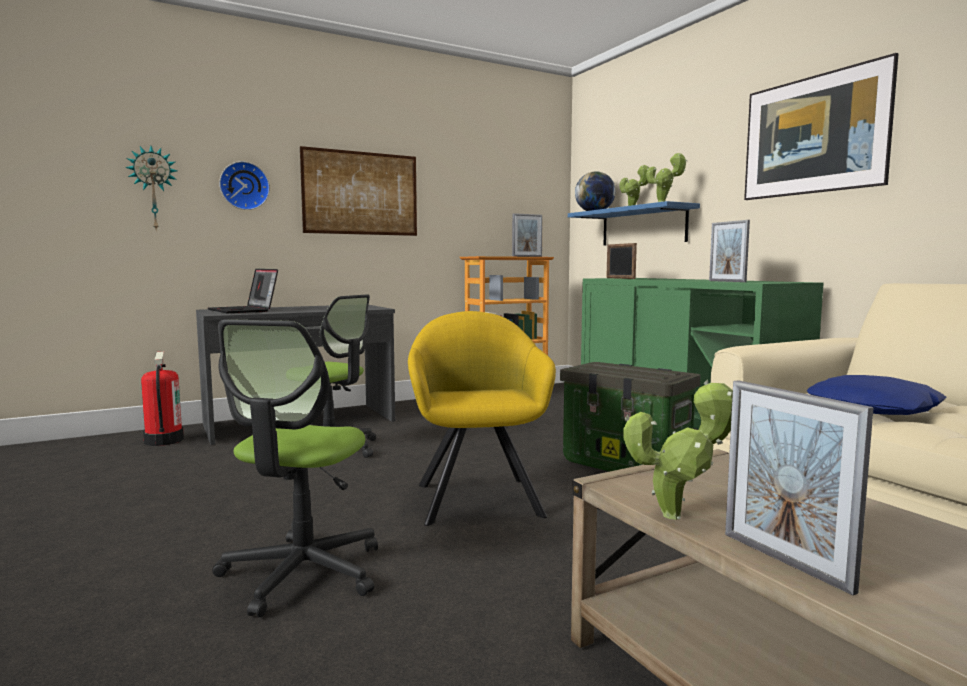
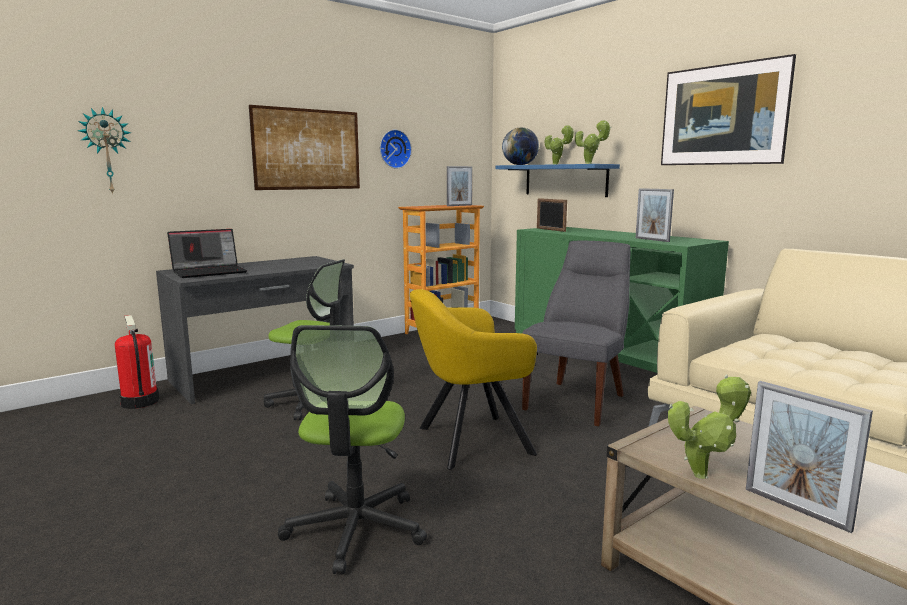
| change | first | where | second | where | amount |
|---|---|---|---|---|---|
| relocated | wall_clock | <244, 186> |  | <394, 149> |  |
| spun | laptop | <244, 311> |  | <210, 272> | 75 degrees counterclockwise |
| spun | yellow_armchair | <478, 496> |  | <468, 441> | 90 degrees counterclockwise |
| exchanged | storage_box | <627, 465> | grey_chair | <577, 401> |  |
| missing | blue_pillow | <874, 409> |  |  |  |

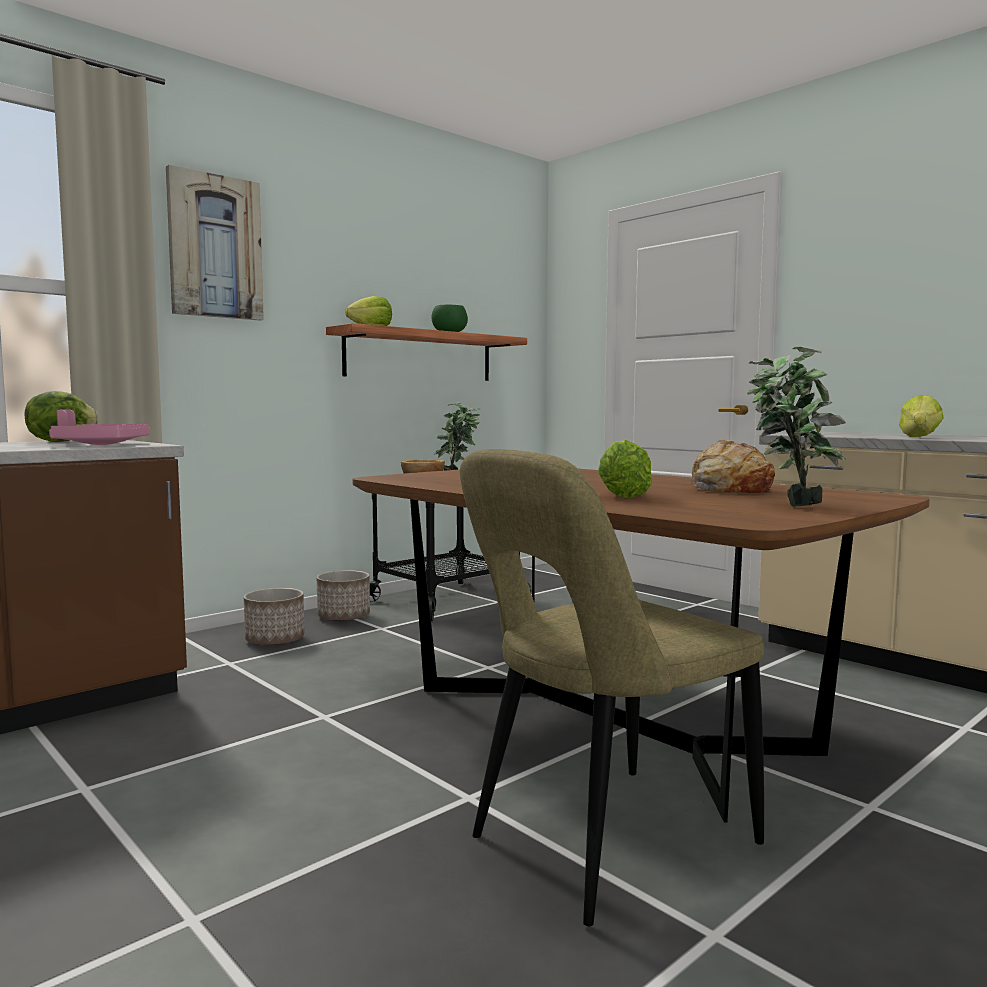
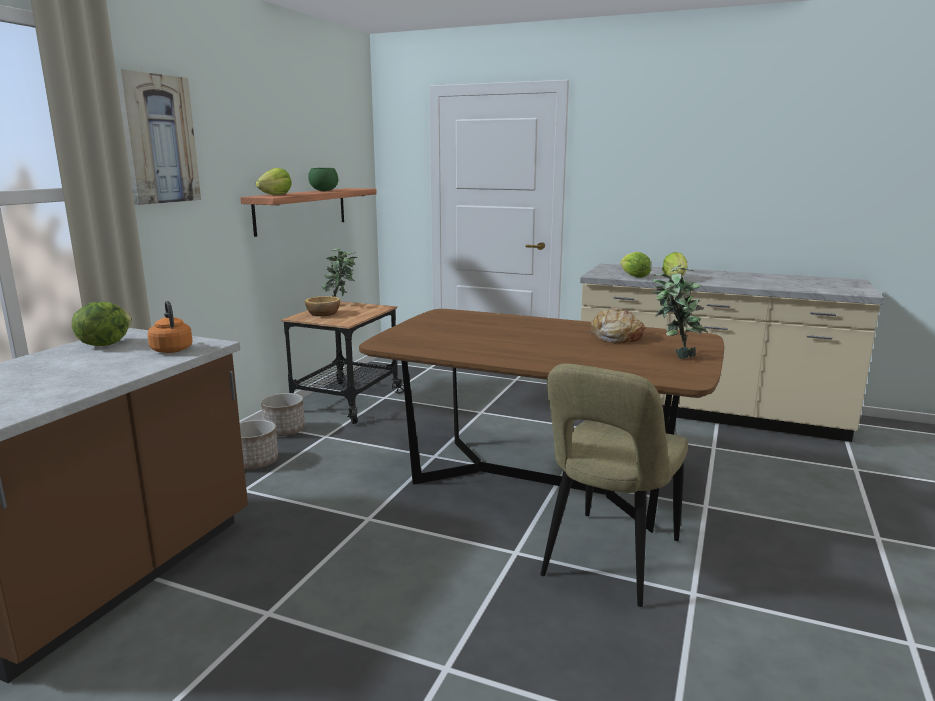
| change | first | where | second | where | amount |
|---|---|---|---|---|---|
| exchanged | pink_tray | <102, 444> | orange_kettle | <171, 349> |  |
| relocated | lettuce | <622, 496> |  | <633, 276> |  |

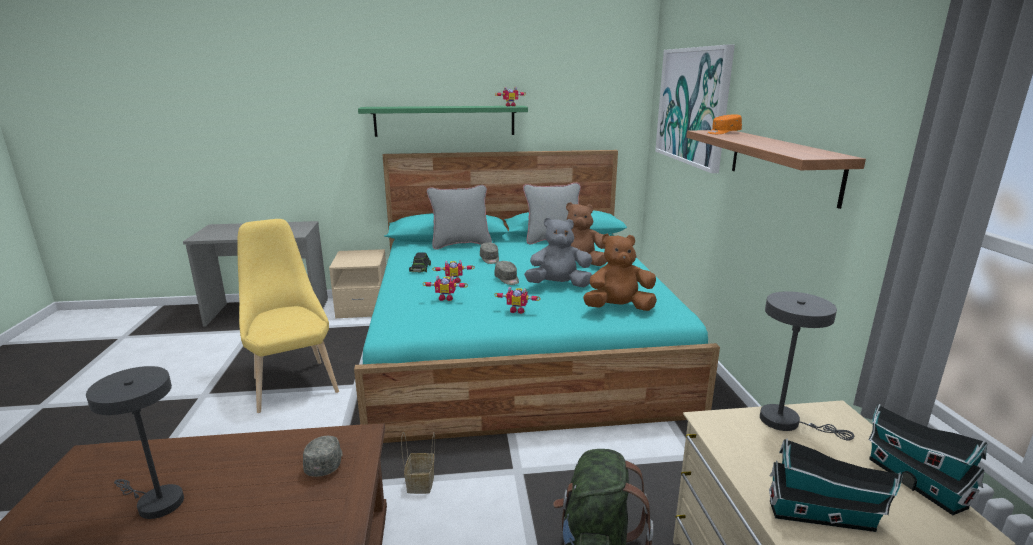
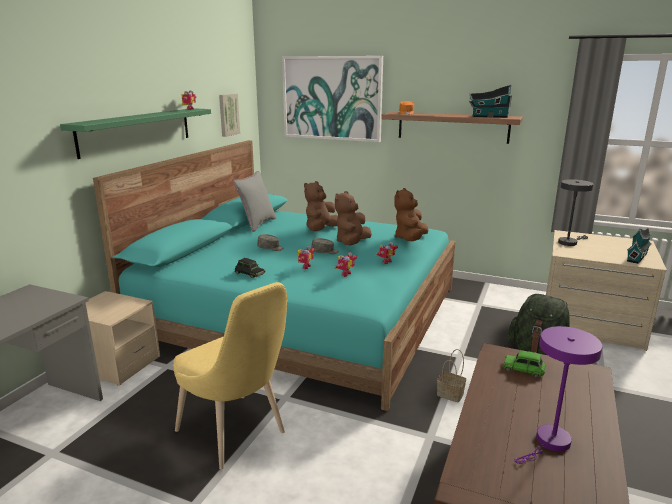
| change | first | where | second | where | amount |
|---|---|---|---|---|---|
| missing | grey_pillow | <460, 244> |  |  |  |
| colour | grey_plush_toy | <558, 285> | brown_plush_toy | <352, 243> |  |
| spun | yellow_chair | <292, 382> |  | <235, 434> | 135 degrees counterclockwise |
| colour | grey_table_lamp | <155, 502> | purple_table_lamp | <550, 443> |  |
| relocated | toy_house | <912, 480> |  | <488, 117> |  |
| exchanged | grey_cap | <325, 462> | green_toy_car | <523, 369> |  |
| appeared |  |  | picture | <228, 114> |  |

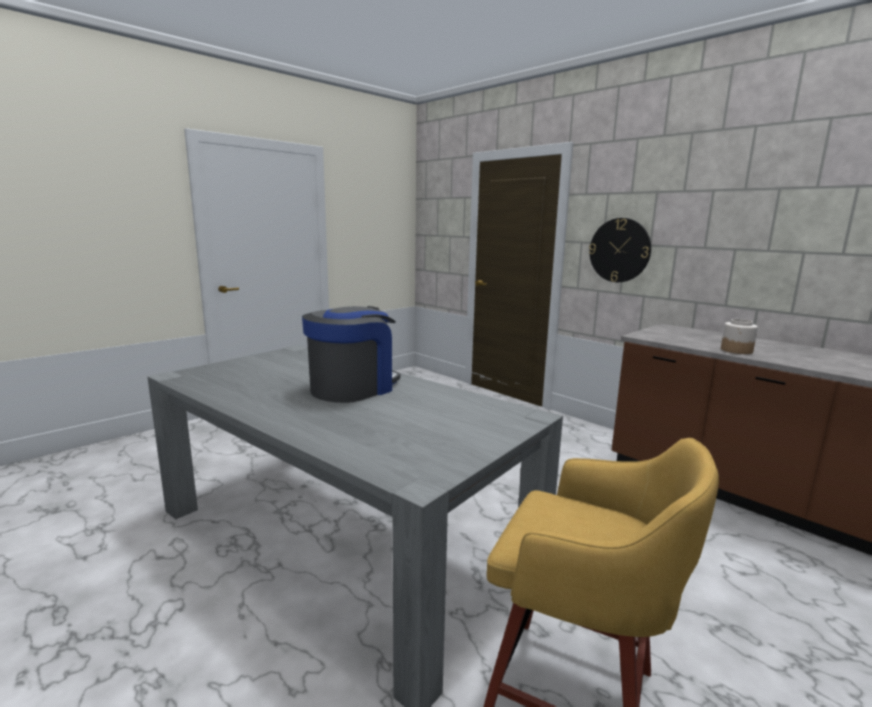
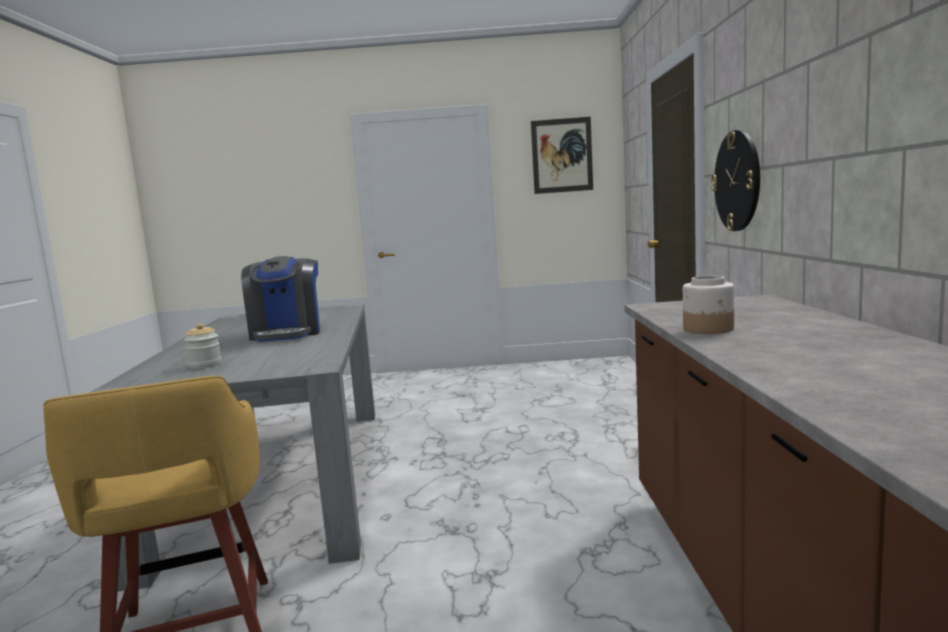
| change | first | where | second | where | amount |
|---|---|---|---|---|---|
| spun | coffee_machine | <353, 388> |  | <287, 333> | 90 degrees clockwise |
| appeared |  |  | picture | <562, 155> |  |
| appeared |  |  | jar | <205, 365> |  |

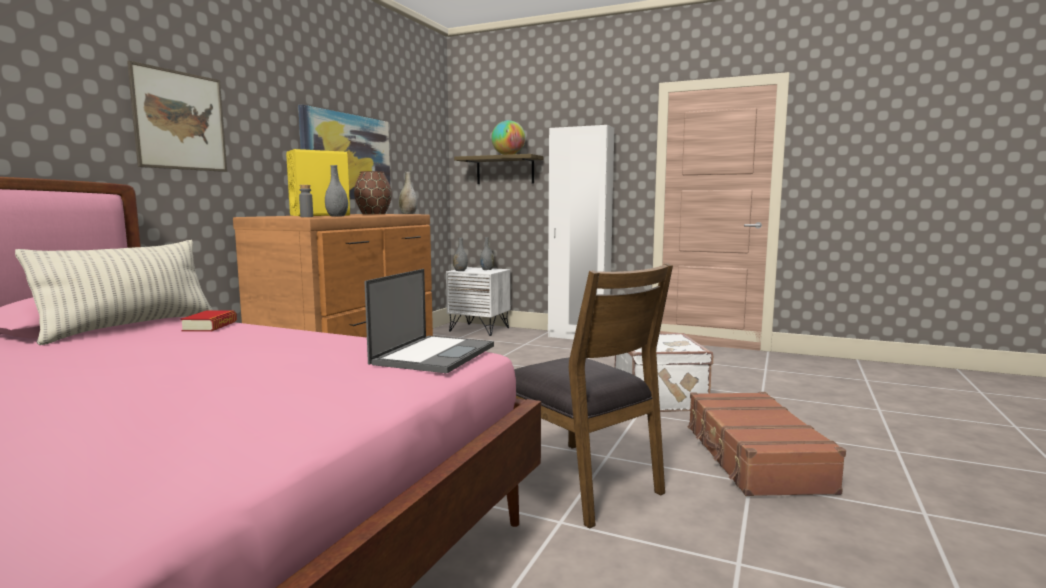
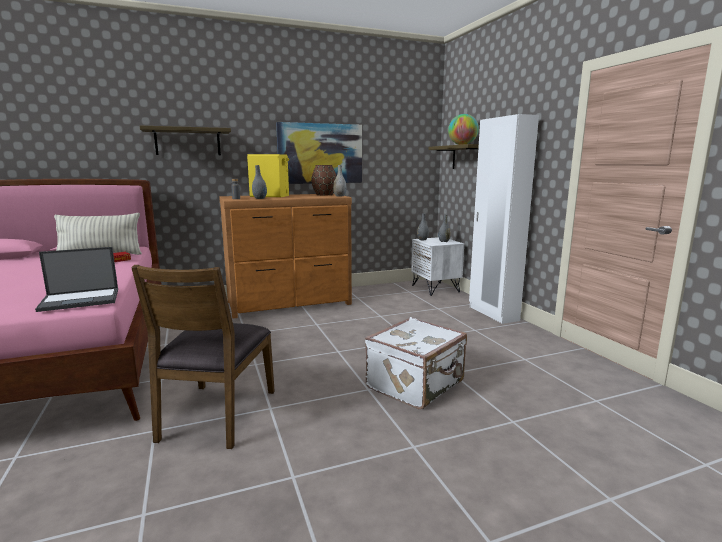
| change | first | where | second | where | amount |
|---|---|---|---|---|---|
| exchanged | picture | <180, 121> | shelf | <188, 142> |  |
| missing | brown_suitcase | <754, 458> |  |  |  |

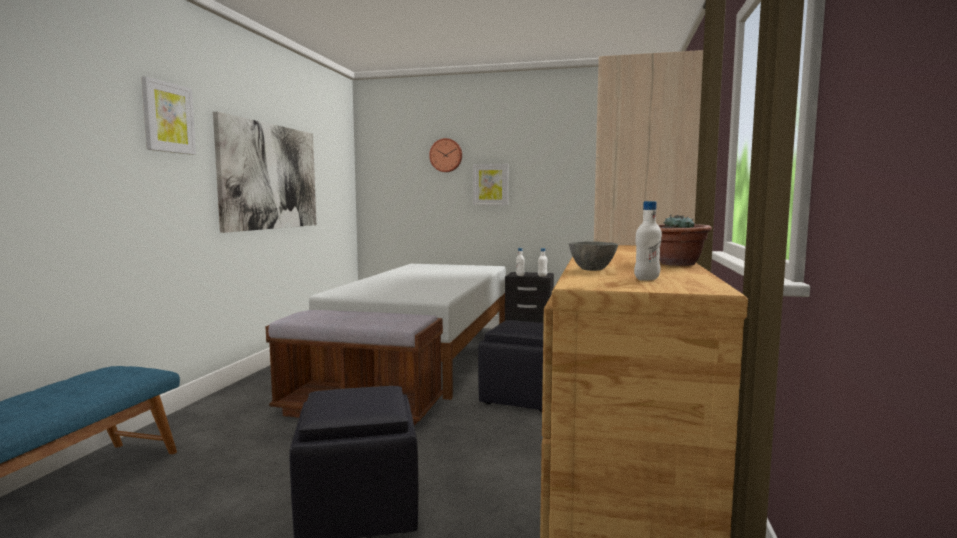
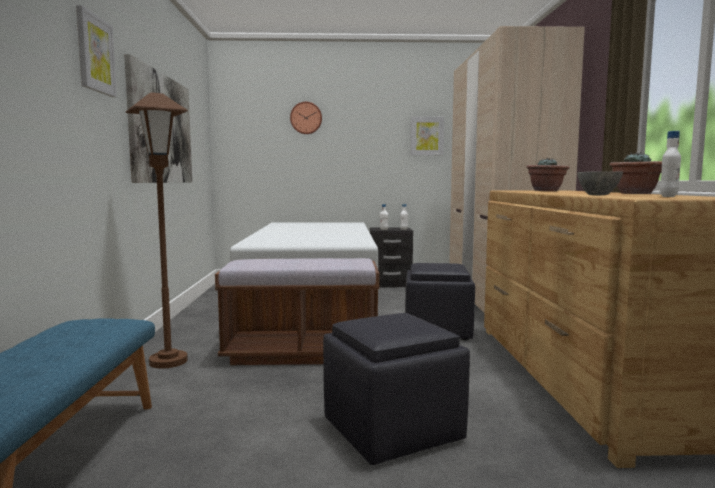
| change | first | where | second | where | amount |
|---|---|---|---|---|---|
| relocated | picture | <490, 184> |  | <426, 136> |  |
| appeared |  |  | brown_floor_lamp | <168, 361> |  |
| appeared |  |  | potted_plant | <546, 191> |  |

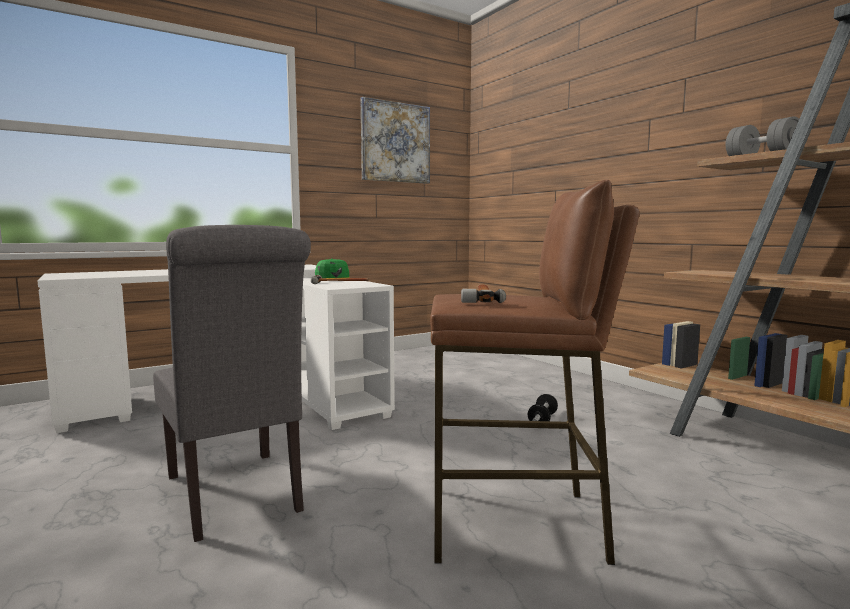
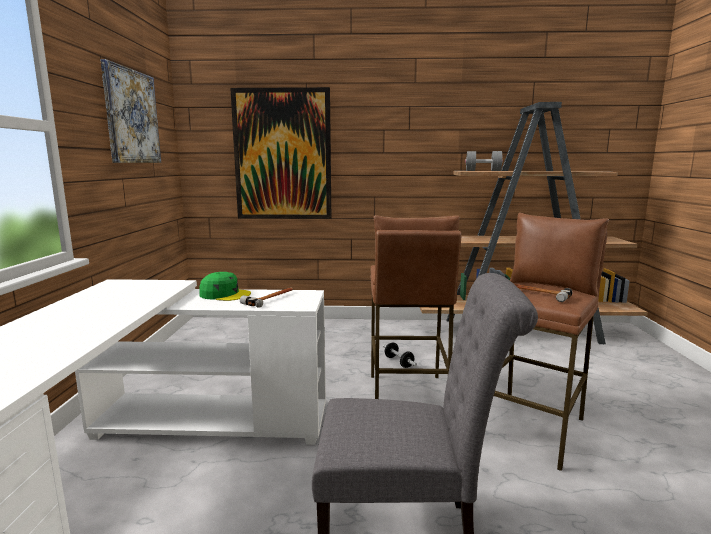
| change | first | where | second | where | amount |
|---|---|---|---|---|---|
| appeared |  |  | picture | <282, 155> |  |
| appeared |  |  | brown_stool | <407, 397> |  |

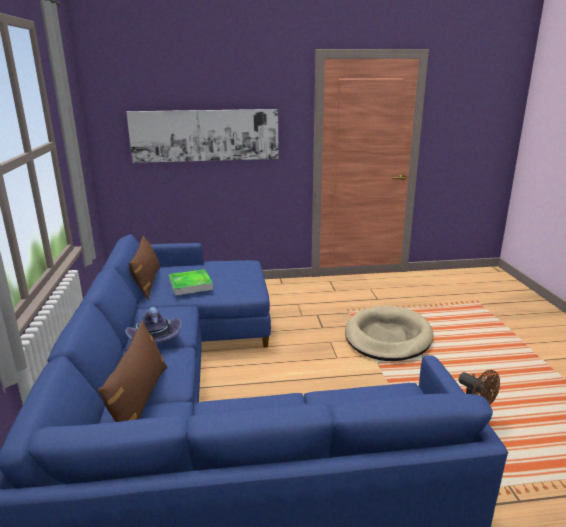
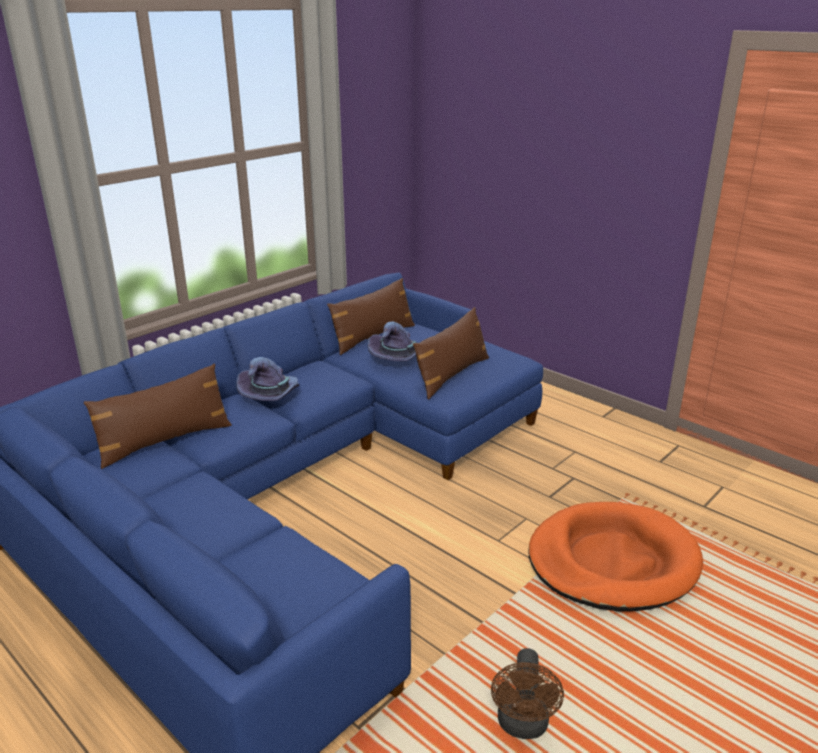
| change | first | where | second | where | amount |
|---|---|---|---|---|---|
| missing | picture | <205, 135> |  |  |  |
| exchanged | tray | <190, 285> | purple_hat | <398, 357> |  |
| colour | beige_dog_bed | <387, 337> | orange_dog_bed | <612, 561> |  |
| appeared |  |  | brown_pillow | <451, 375> |  |

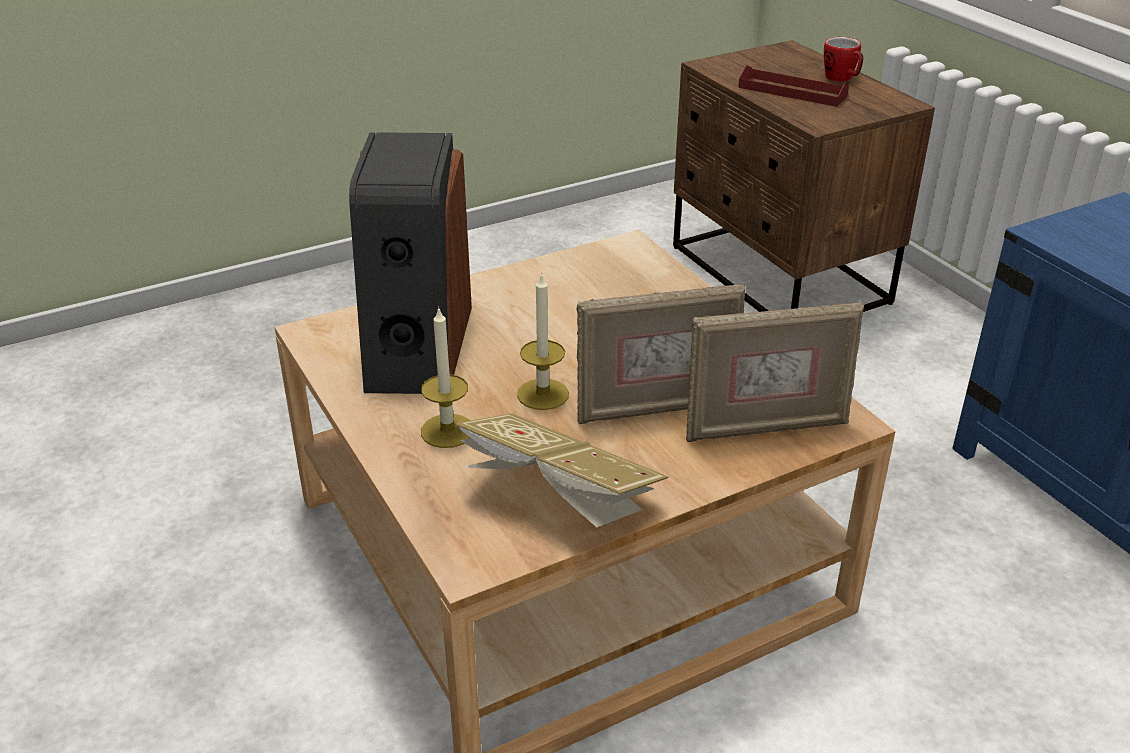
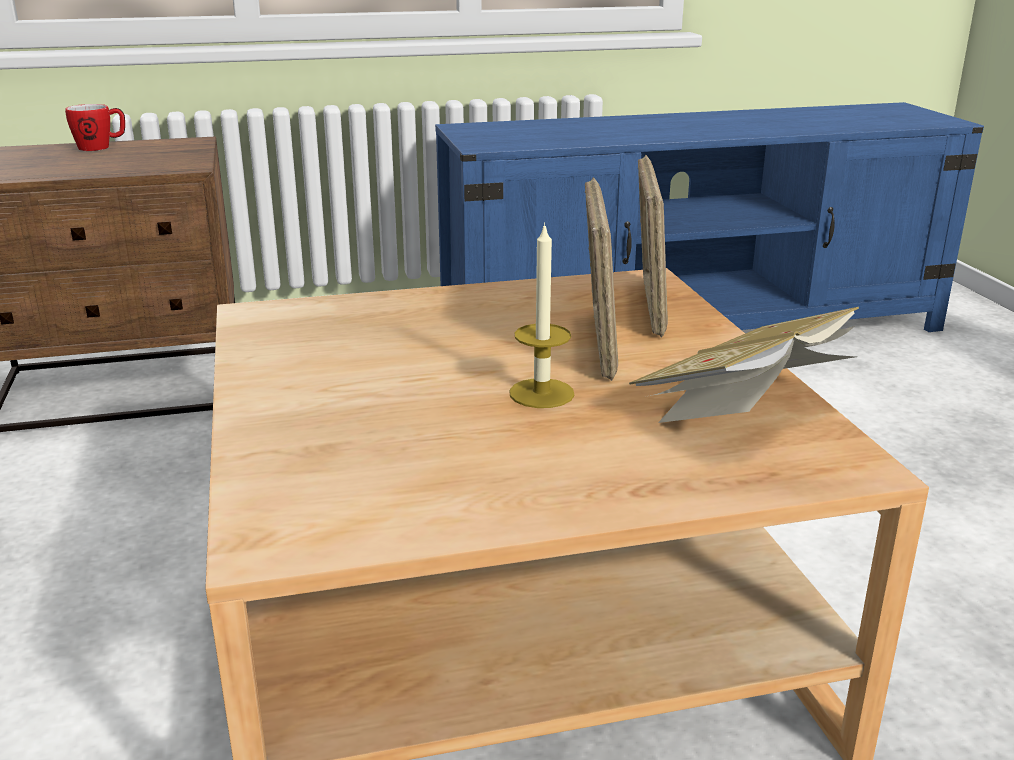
| change | first | where | second | where | amount |
|---|---|---|---|---|---|
| missing | red_tray | <792, 91> |  |  |  |
| missing | speaker | <416, 347> |  |  |  |
| missing | candle | <447, 431> |  |  |  |

